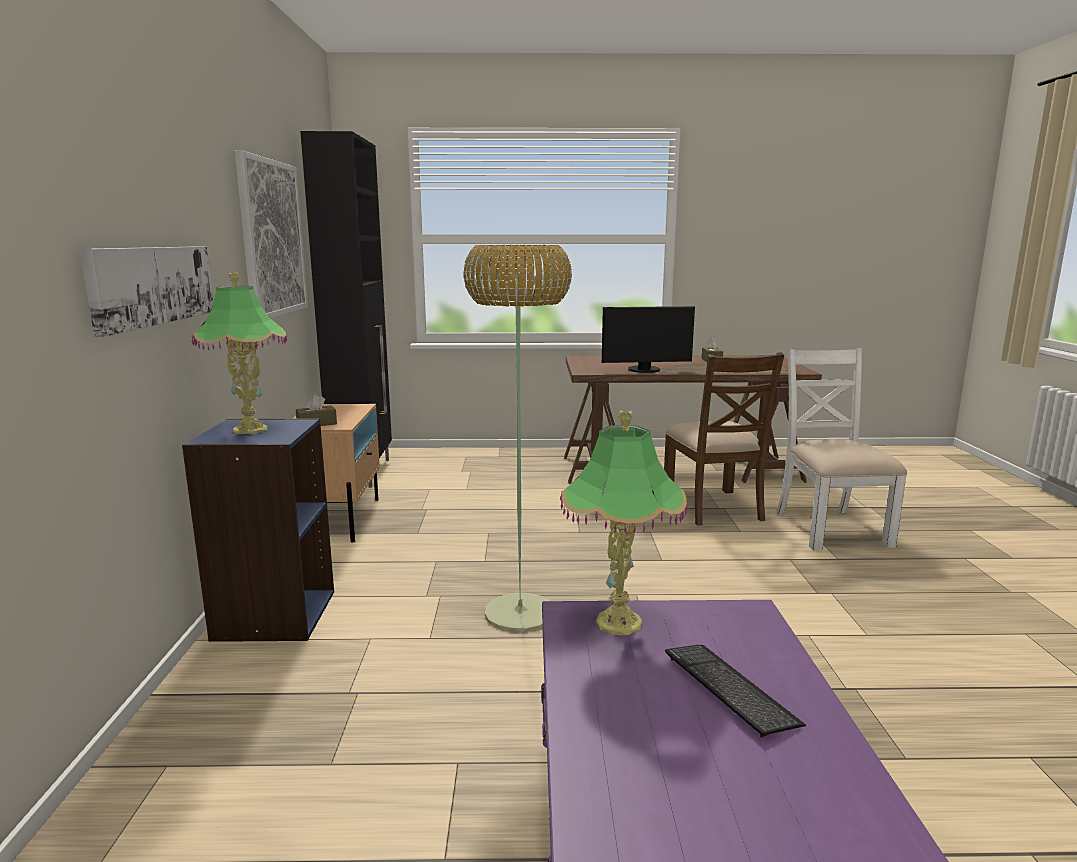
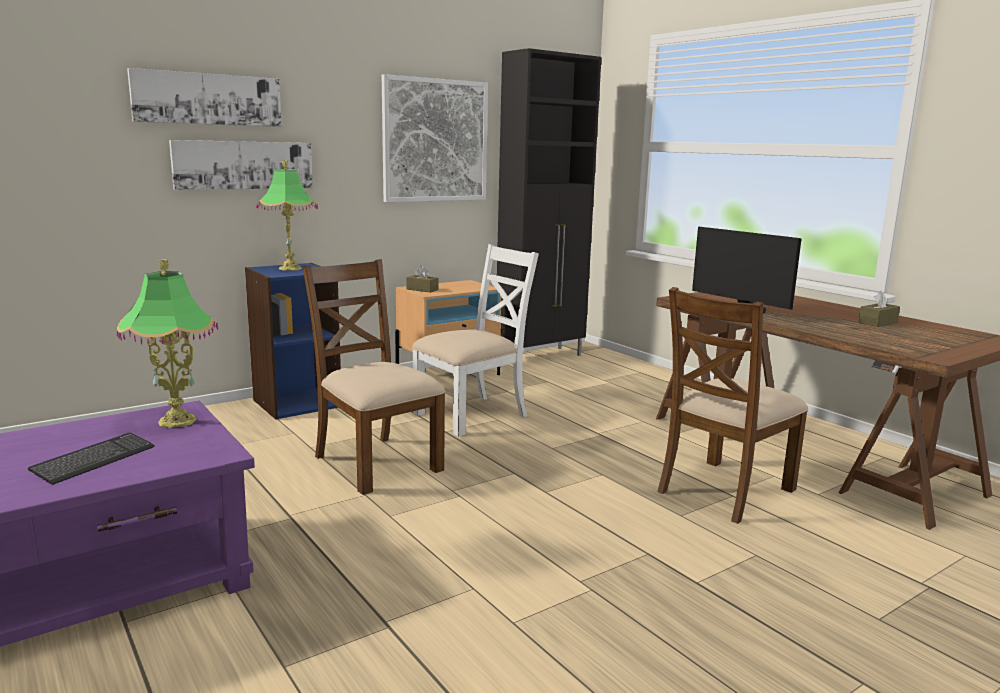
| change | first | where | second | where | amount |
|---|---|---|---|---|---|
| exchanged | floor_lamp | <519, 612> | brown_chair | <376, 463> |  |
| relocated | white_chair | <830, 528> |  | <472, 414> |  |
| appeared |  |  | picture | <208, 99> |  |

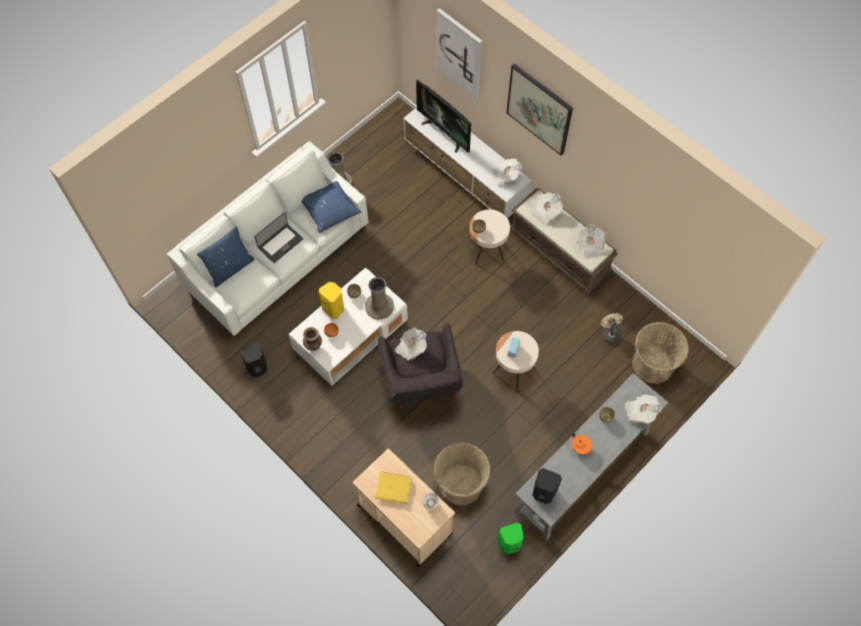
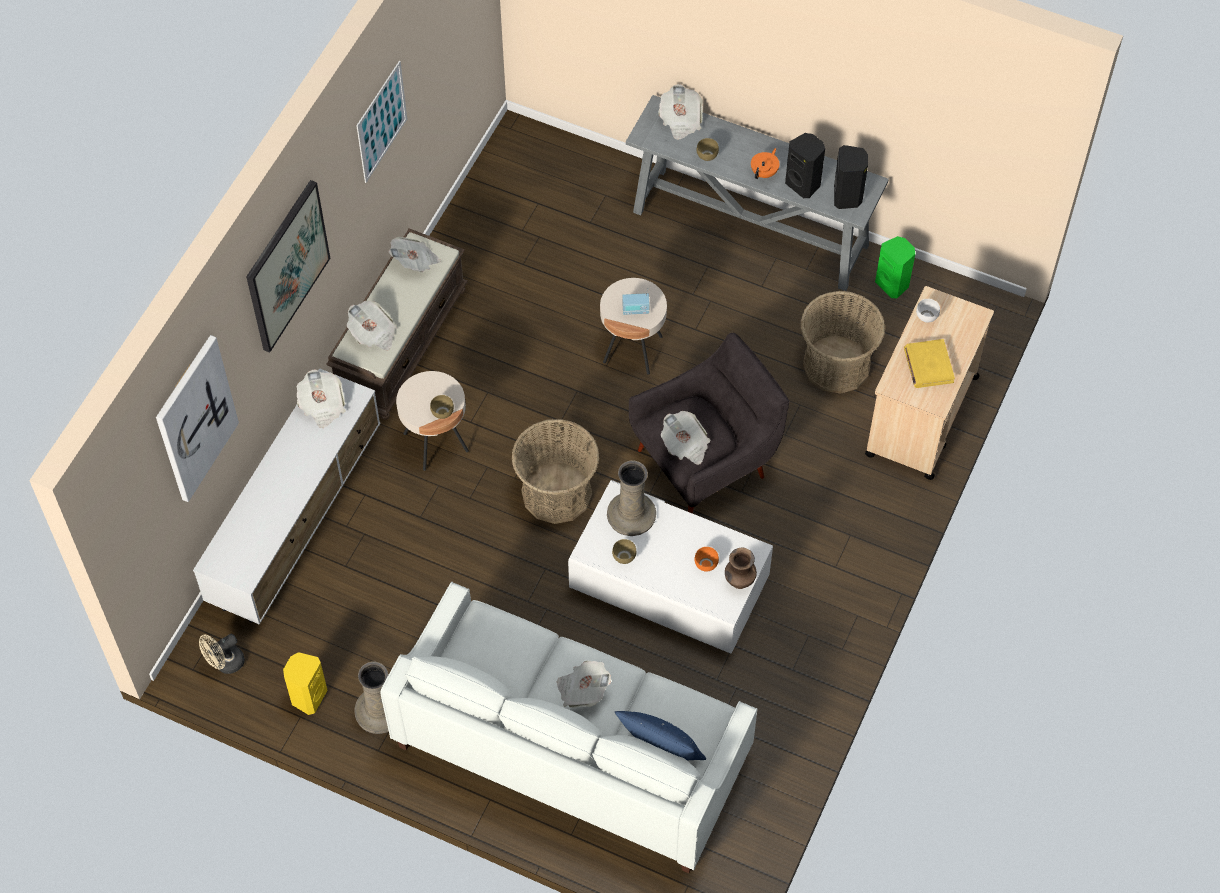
| change | first | where | second | where | amount |
|---|---|---|---|---|---|
| missing | television | <445, 132> |  |  |  |
| missing | blue_pillow | <330, 209> |  |  |  |
| exchanged | laptop | <280, 243> | newspaper | <582, 690> |  |
| relocated | yellow_speaker | <334, 308> |  | <308, 696> |  |
| relocated | beige_fan | <609, 334> |  | <225, 664> |  |
| relocated | basket | <653, 364> |  | <557, 492> |  |
| relocated | black_speaker | <257, 368> |  | <803, 184> |  |
| appeared |  |  | picture | <381, 122> |  |

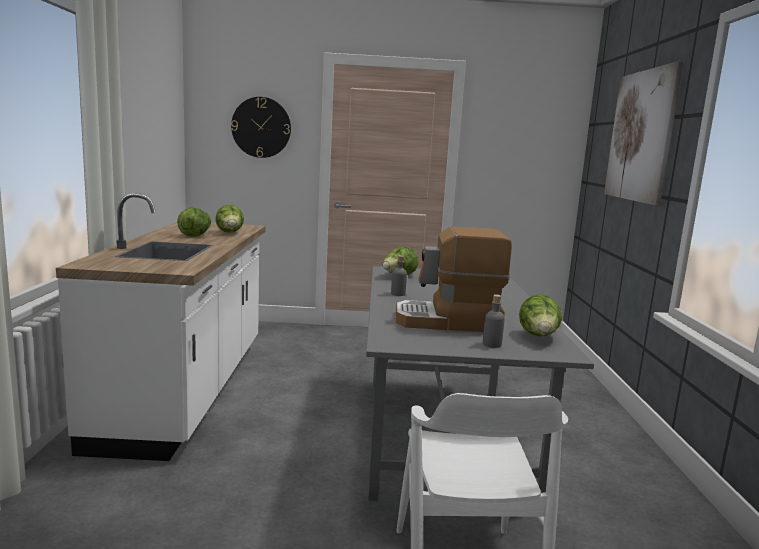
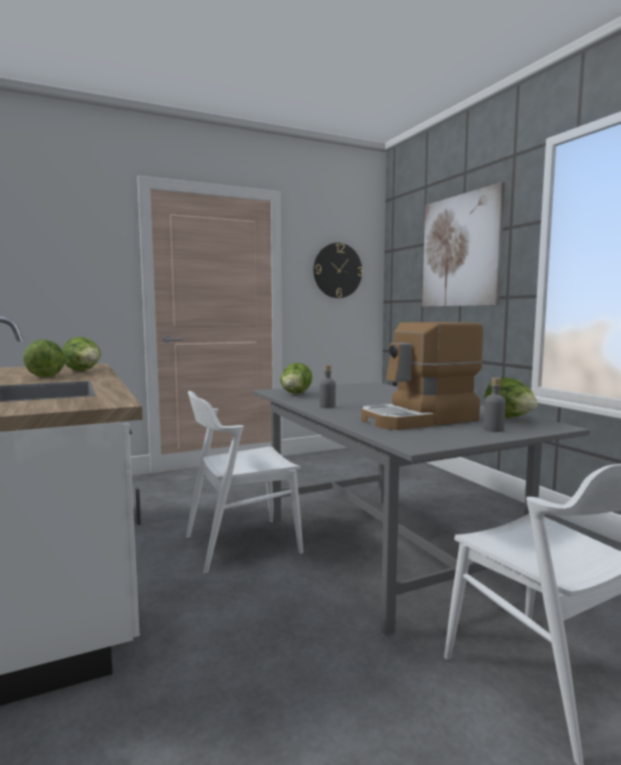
| change | first | where | second | where | amount |
|---|---|---|---|---|---|
| relocated | wall_clock | <261, 127> |  | <337, 270> |  |
| appeared |  |  | white_chair | <241, 544> |  |

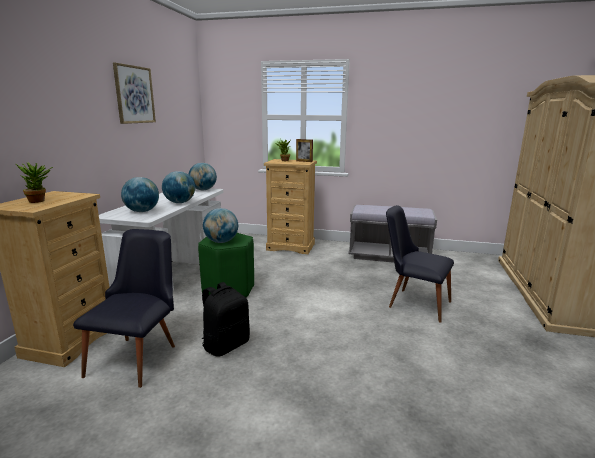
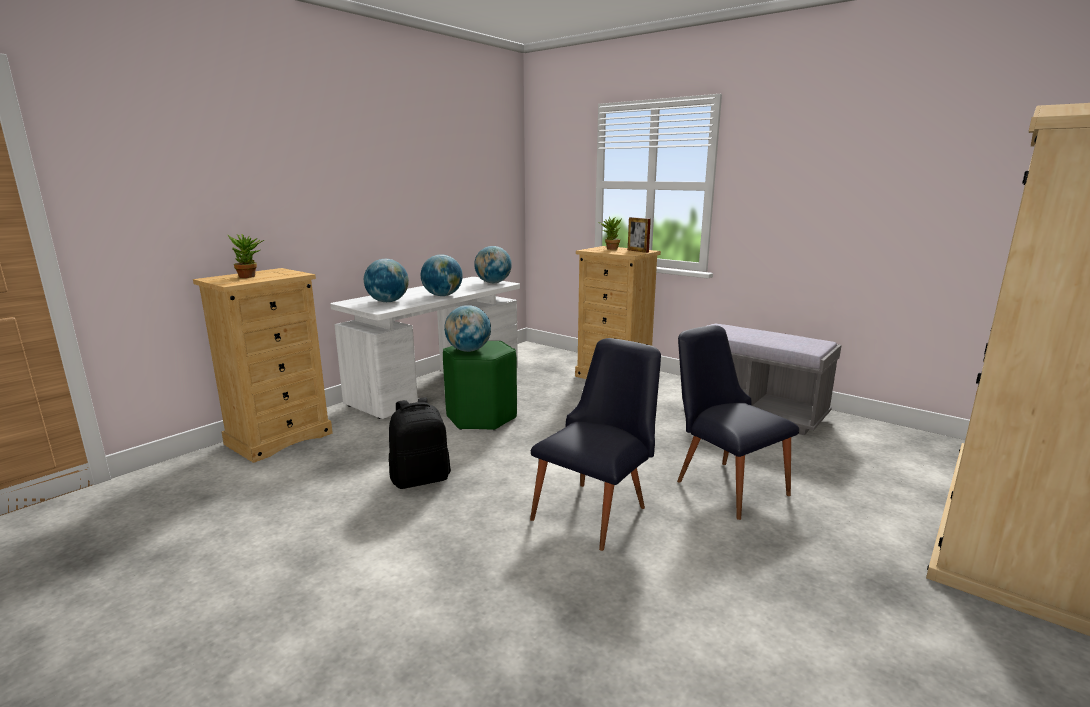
| change | first | where | second | where | amount |
|---|---|---|---|---|---|
| missing | picture | <134, 94> |  |  |  |
| relocated | black_chair | <138, 356> |  | <597, 509> |  |

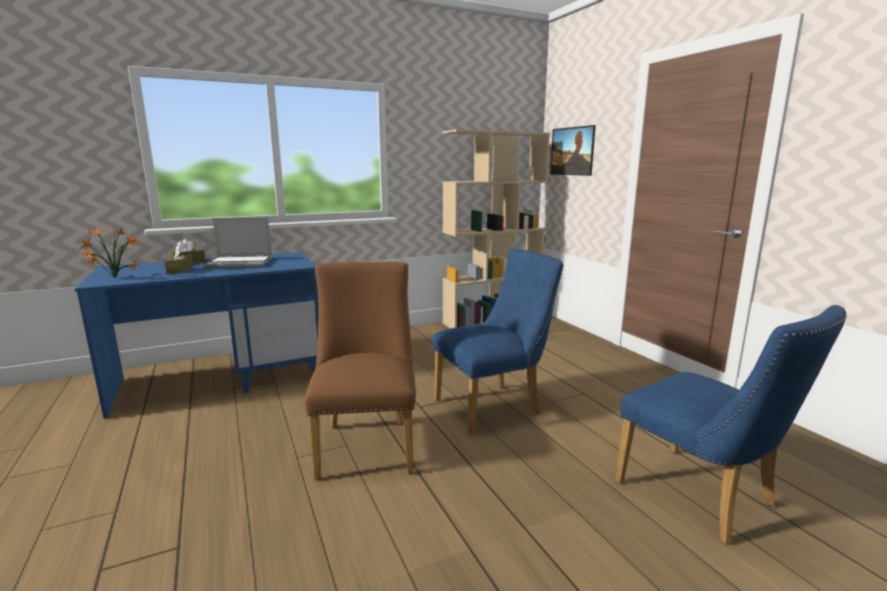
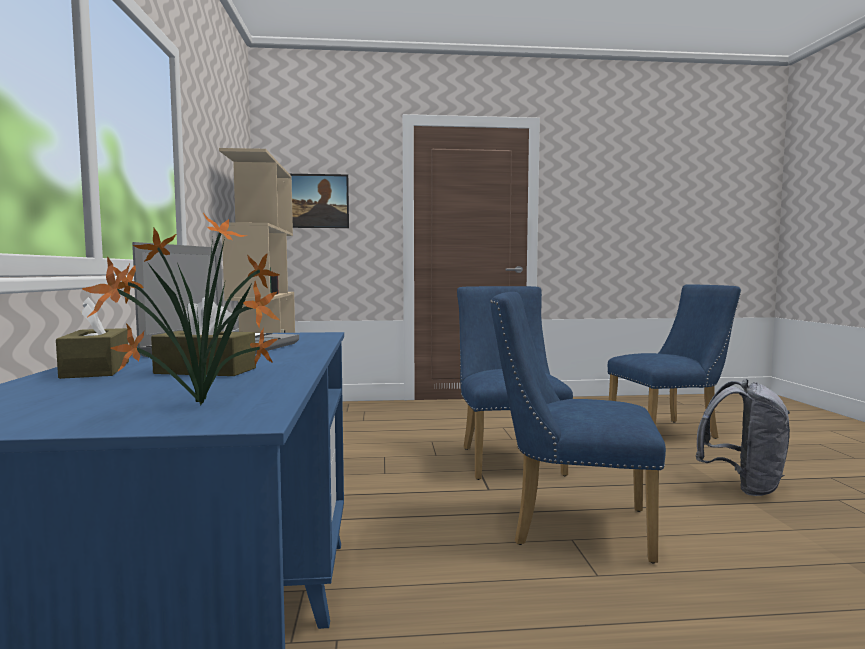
| change | first | where | second | where | amount |
|---|---|---|---|---|---|
| colour | brown_chair | <367, 443> | blue_chair | <569, 526> |  |
| appeared |  |  | grey_backpack | <743, 486> |  |

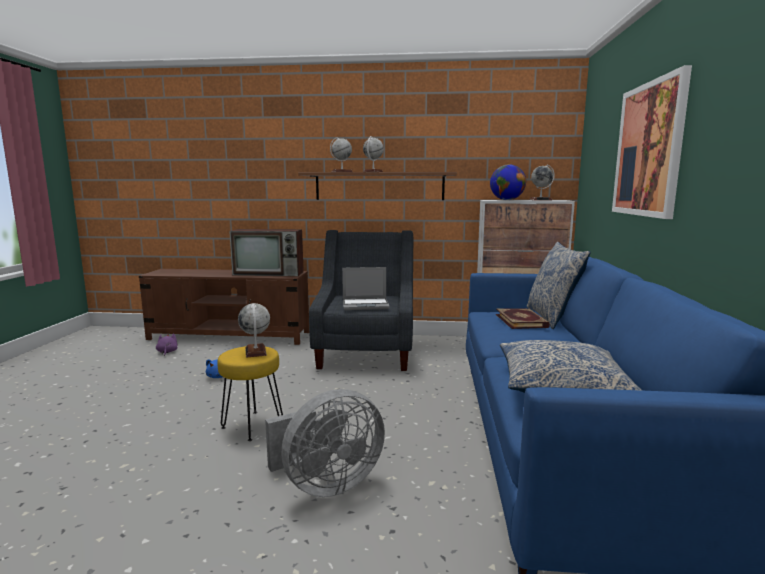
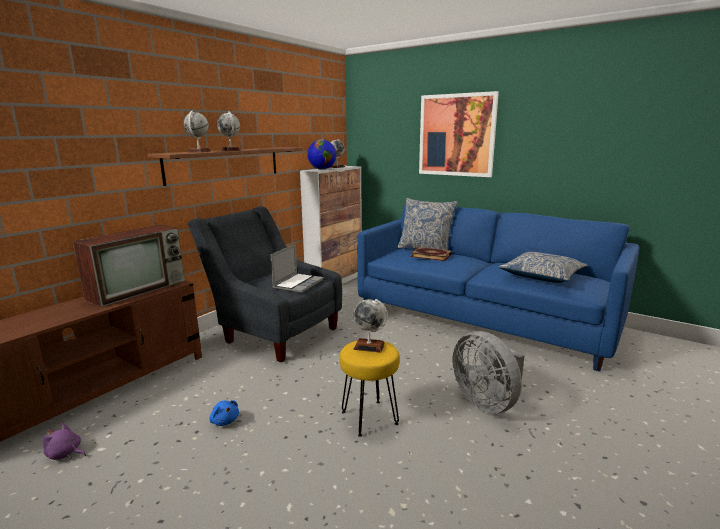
| change | first | where | second | where | amount |
|---|---|---|---|---|---|
| spun | grey_fan | <326, 484> |  | <487, 402> | 150 degrees clockwise |

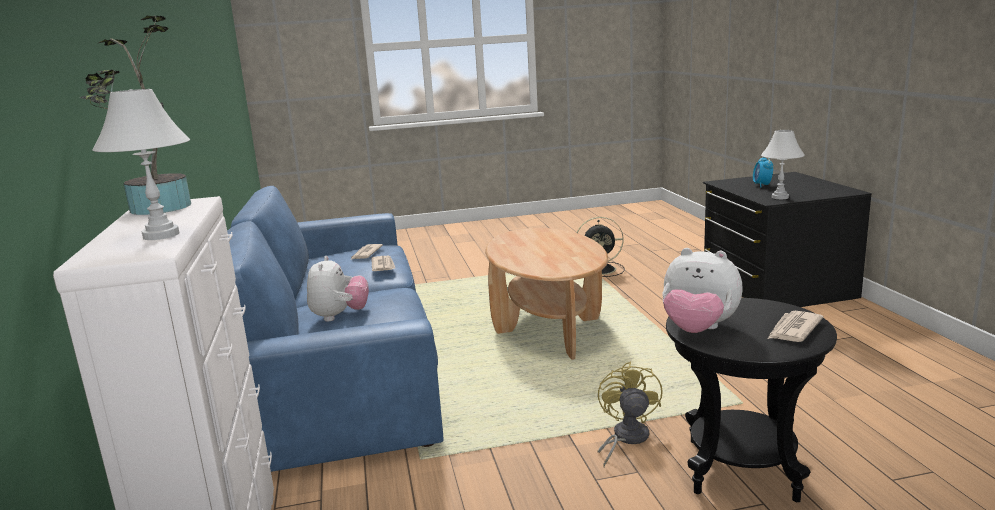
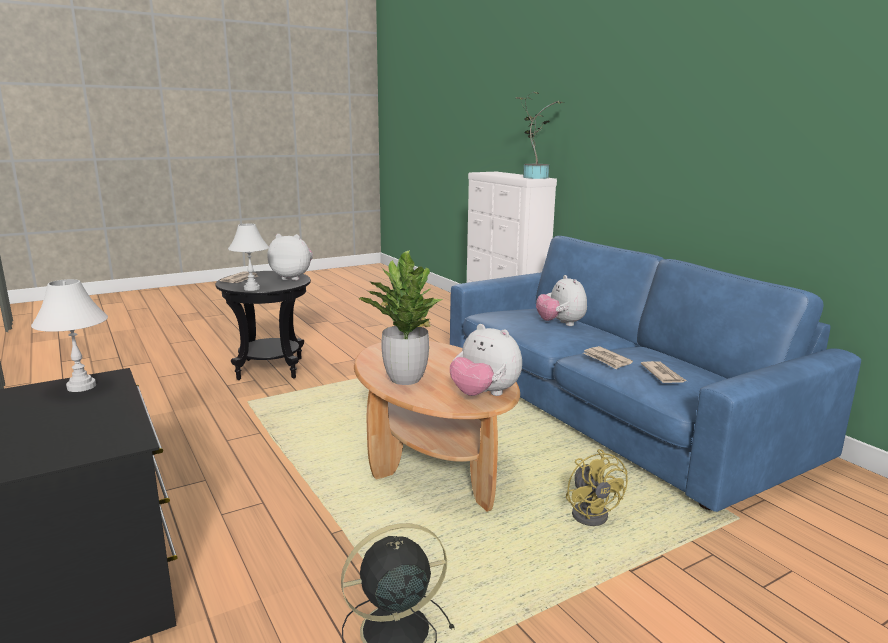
| change | first | where | second | where | amount |
|---|---|---|---|---|---|
| relocated | white_table_lamp | <161, 235> |  | <251, 288> |  |
| missing | alarm_clock | <762, 185> |  |  |  |
| relocated | yellow_fan | <625, 438> |  | <592, 513> |  |
| appeared |  |  | potted_plant | <405, 379> |  |
| appeared |  |  | plush_toy | <484, 395> |  |

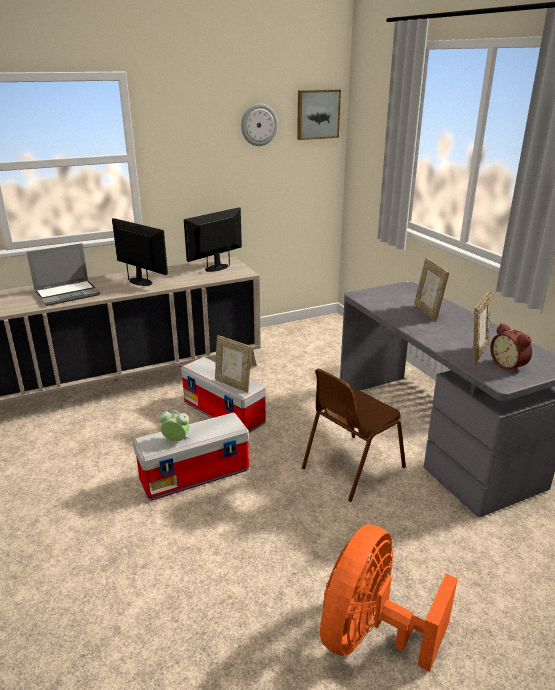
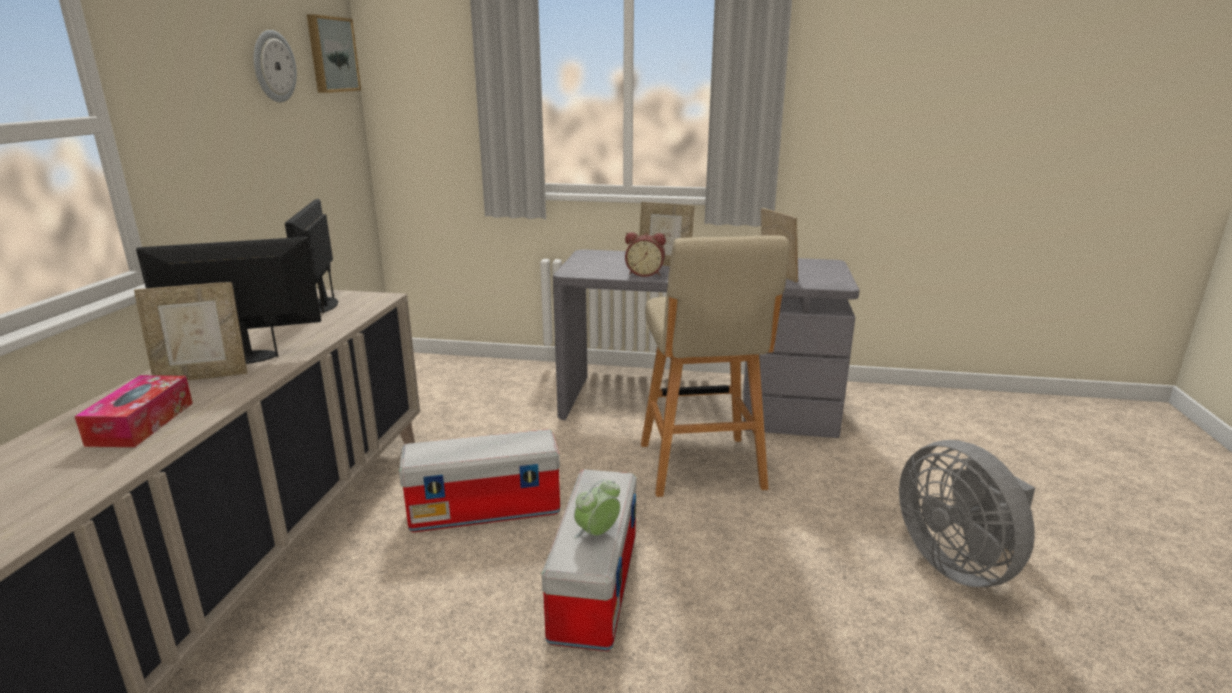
| change | first | where | second | where | amount |
|---|---|---|---|---|---|
| exchanged | laptop | <68, 294> | tissue_box | <141, 423> |  |
| relocated | alarm_clock | <509, 365> |  | <645, 273> |  |
| relocated | picture_frame | <233, 384> |  | <203, 376> |  |
| exchanged | brown_chair | <351, 467> | beige_stool | <702, 468> |  |
| colour | orange_fan | <371, 634> | grey_fan | <958, 563> |  |

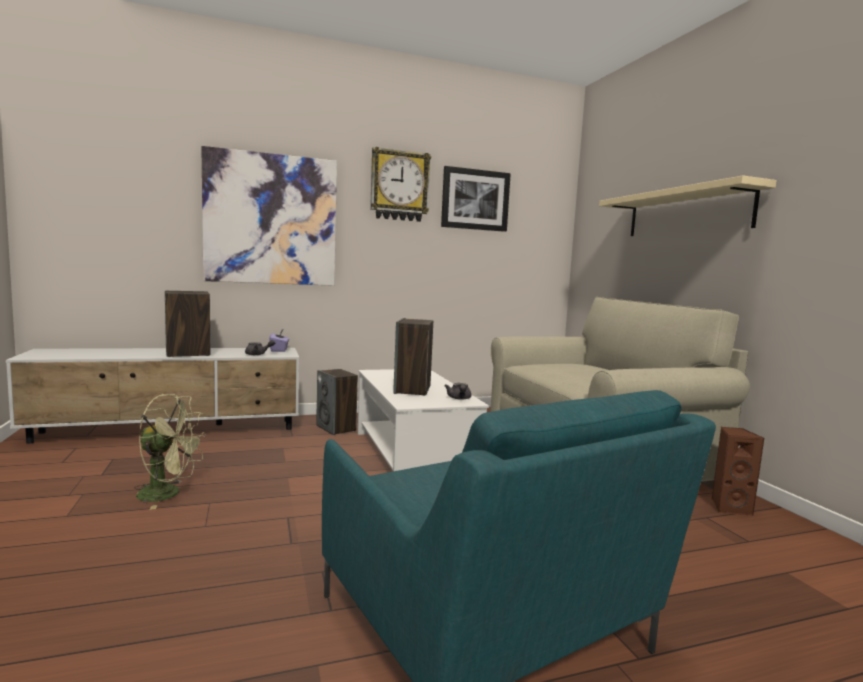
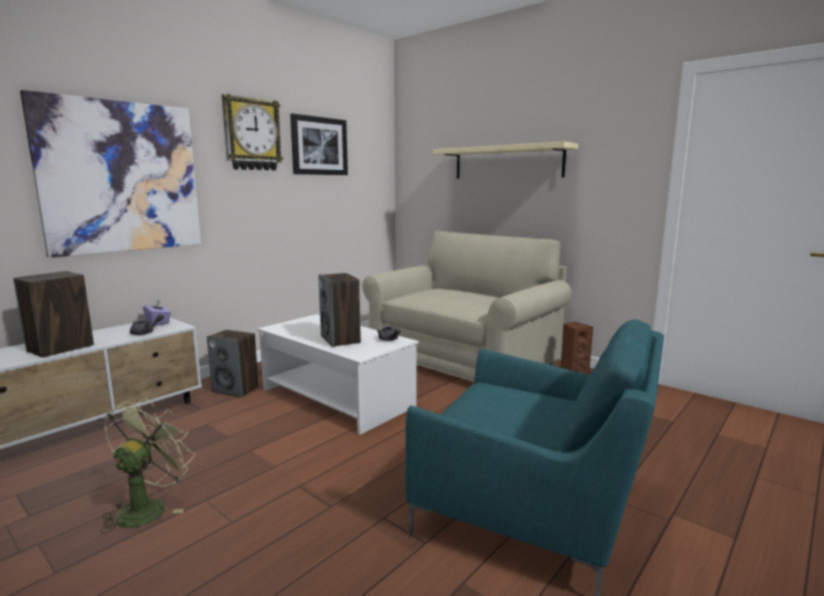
| change | first | where | second | where | amount |
|---|---|---|---|---|---|
| spun | green_fan | <168, 494> |  | <148, 507> | 45 degrees counterclockwise |

